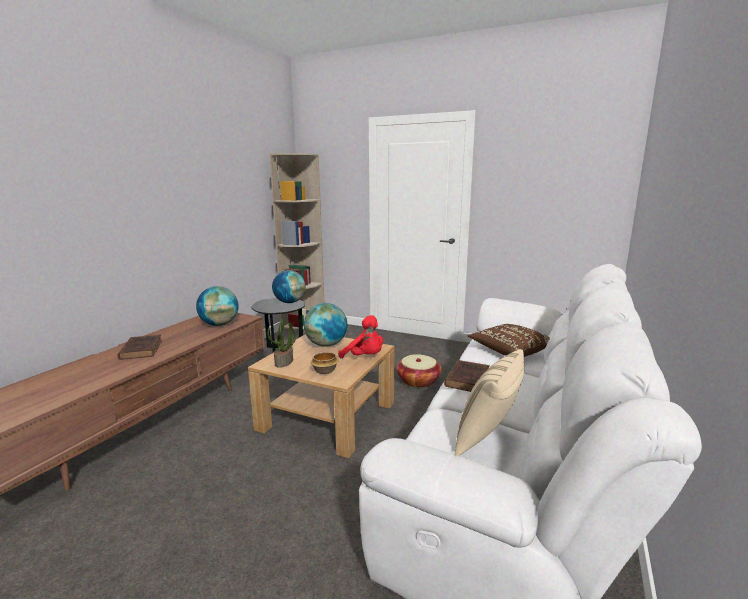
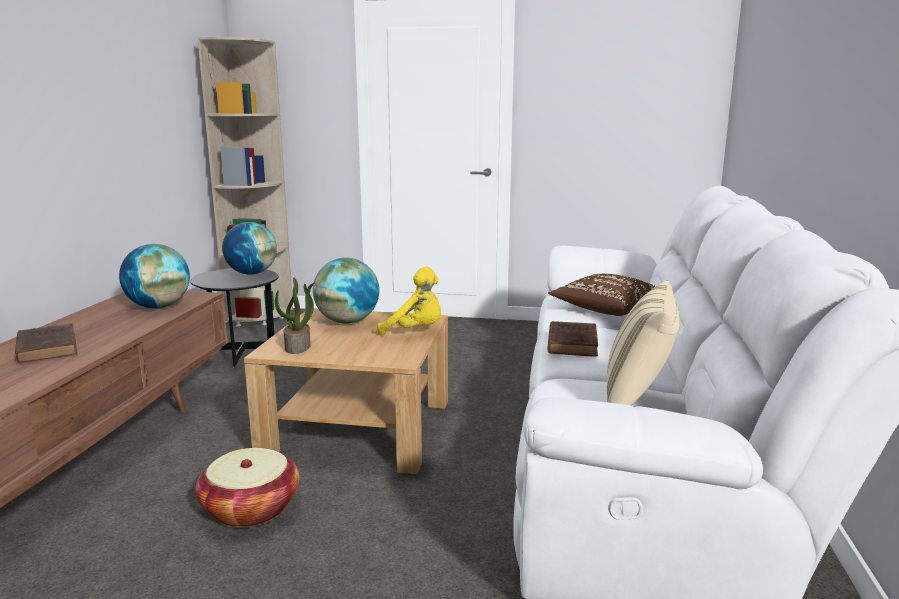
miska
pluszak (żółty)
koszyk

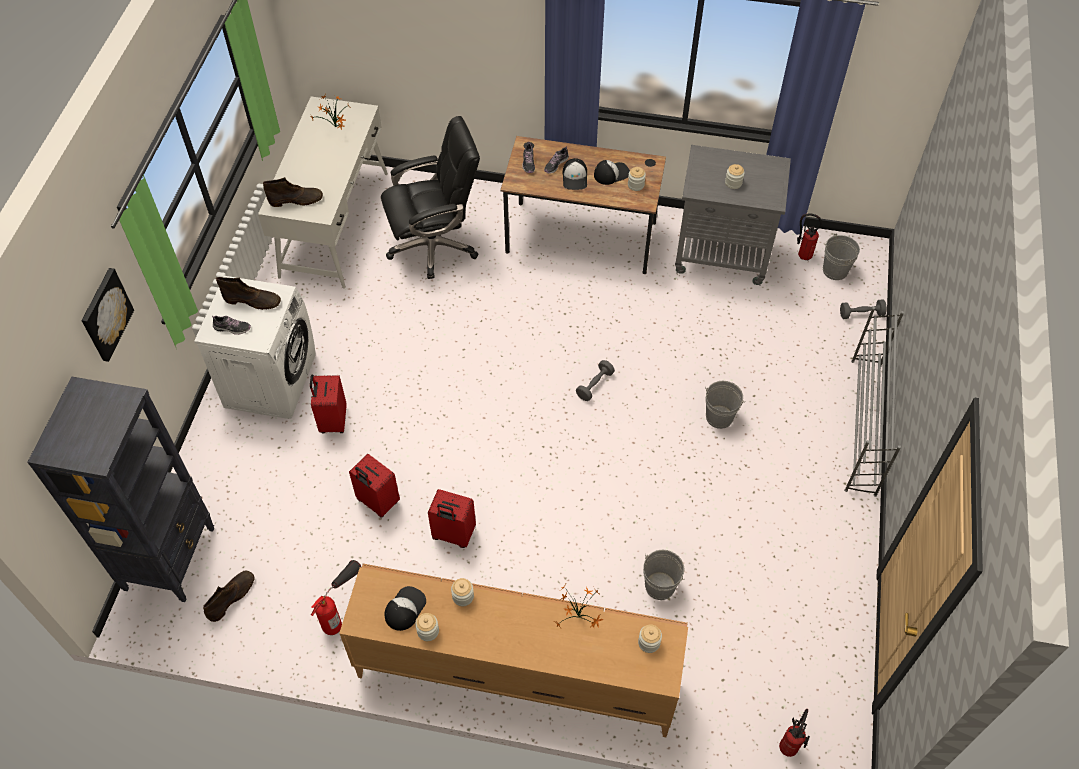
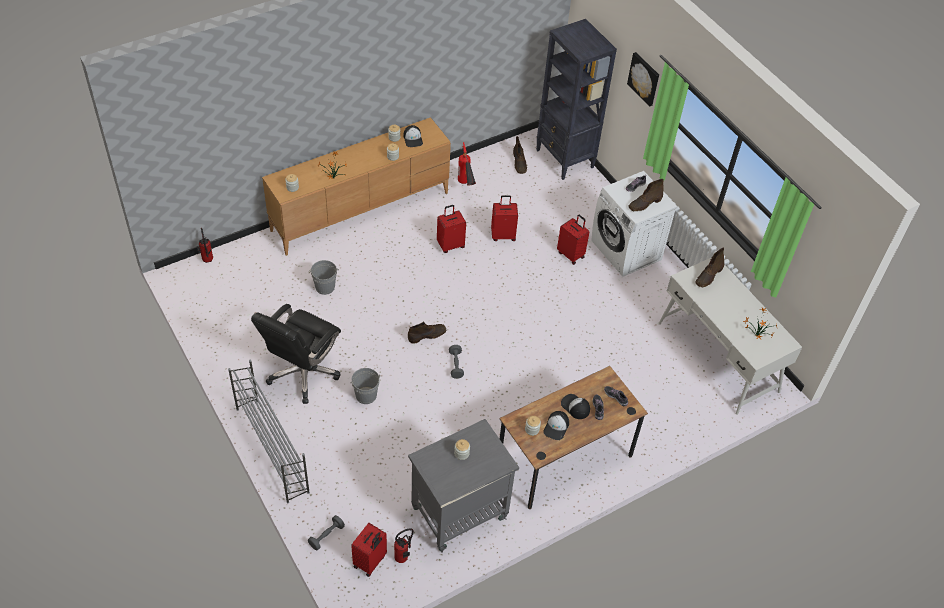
krzesło biurowe (czarny)
walizka (czerwony) (no. 1 from left)
but z cholewką (brązowy) (no. 1 from left)

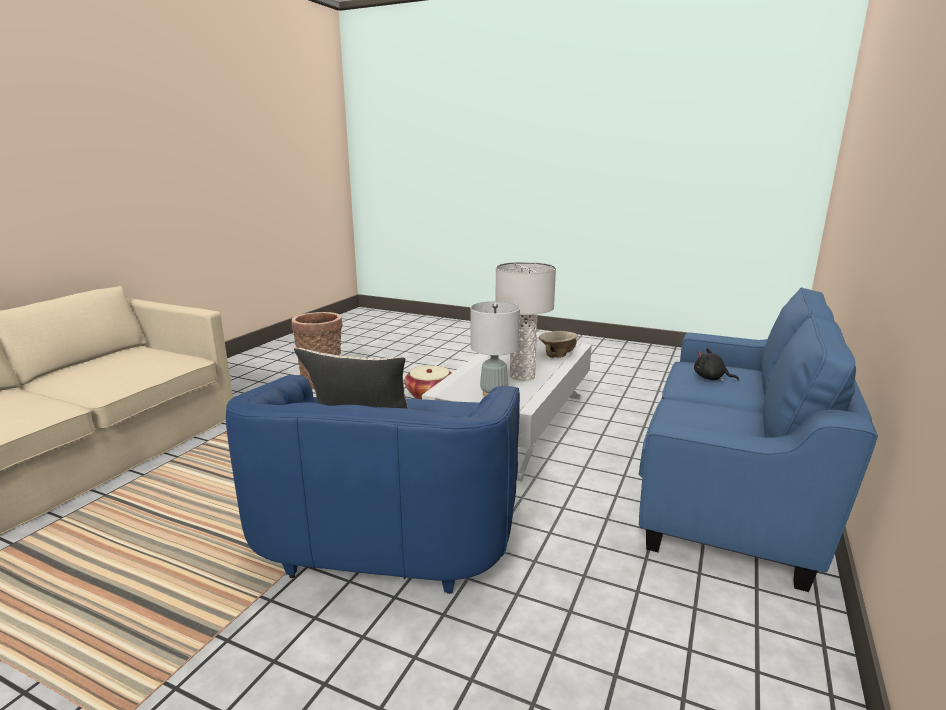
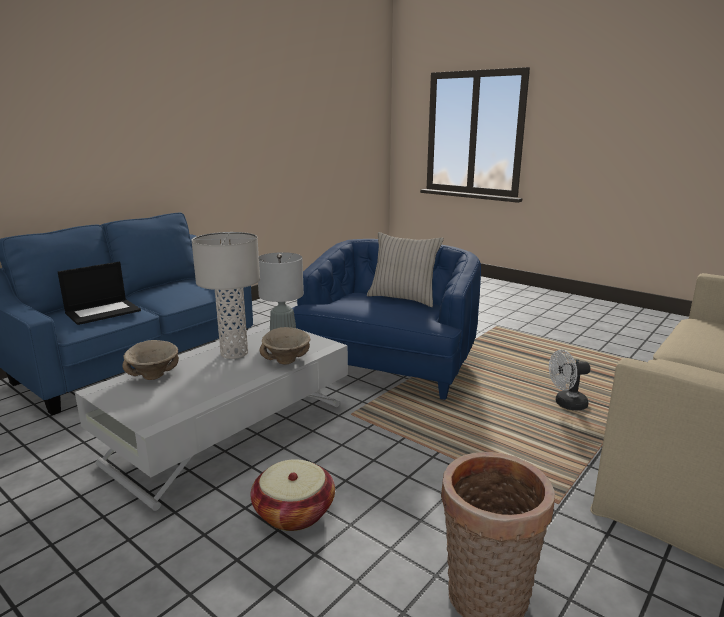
laptop
miska (beżowy) (no. 2 from left)
wentylator (biały)

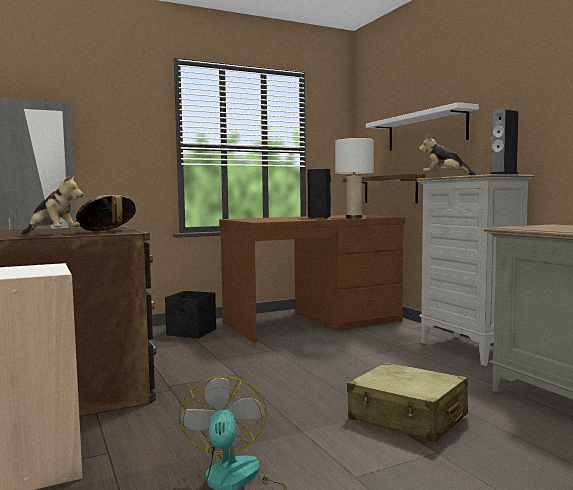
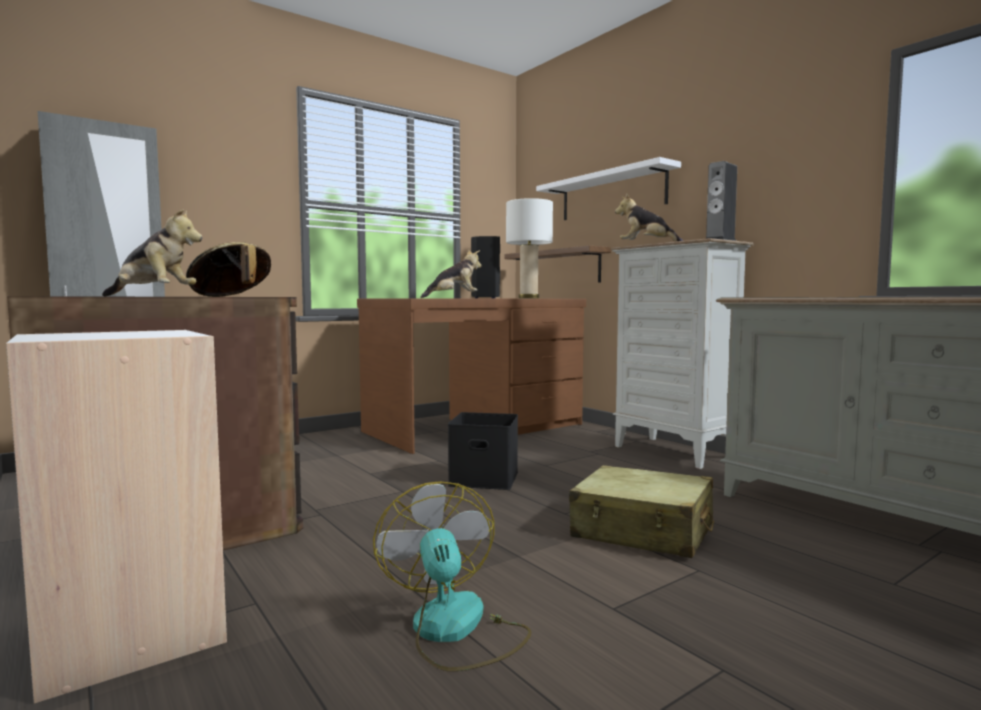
pojemnik do przechowywania (czarny)
pluszak (no. 2 from left)

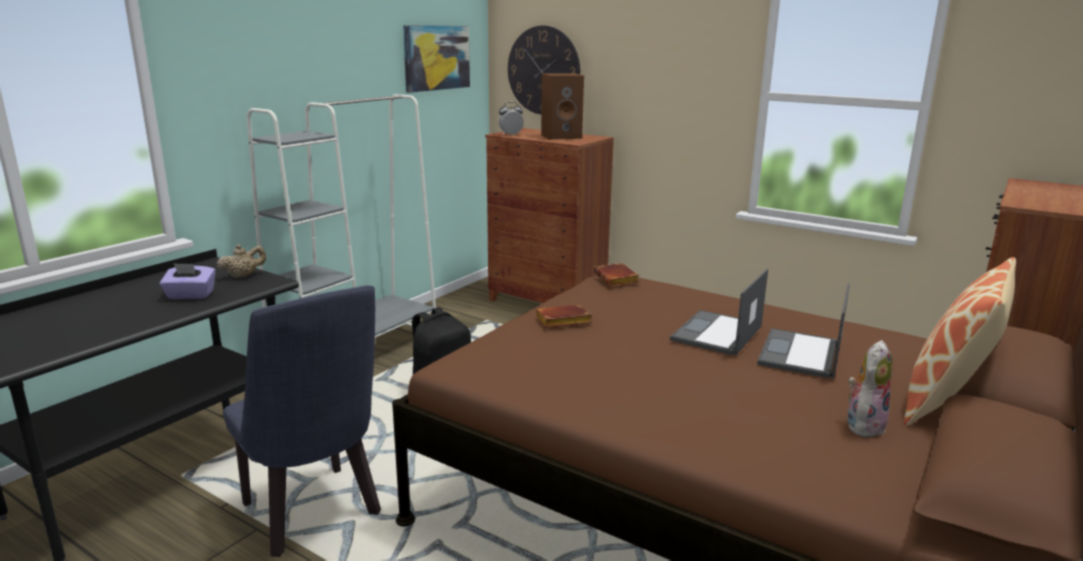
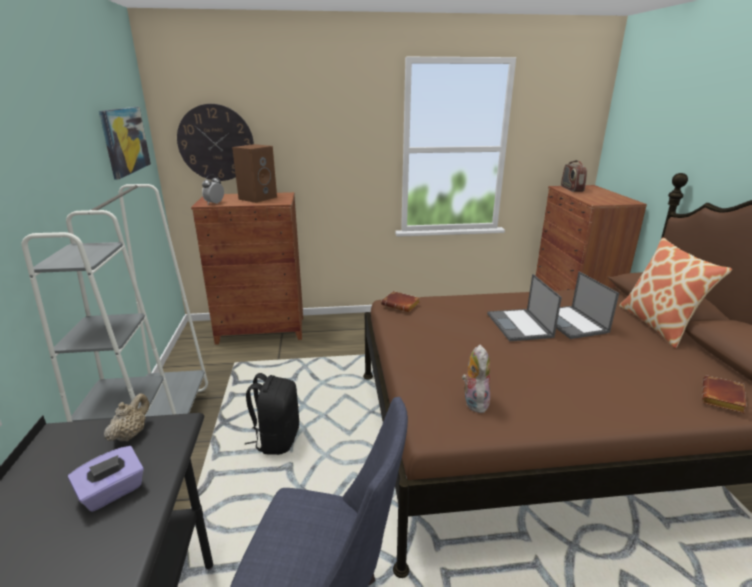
książka (brązowy) (no. 2 from left)
pluszak
radio

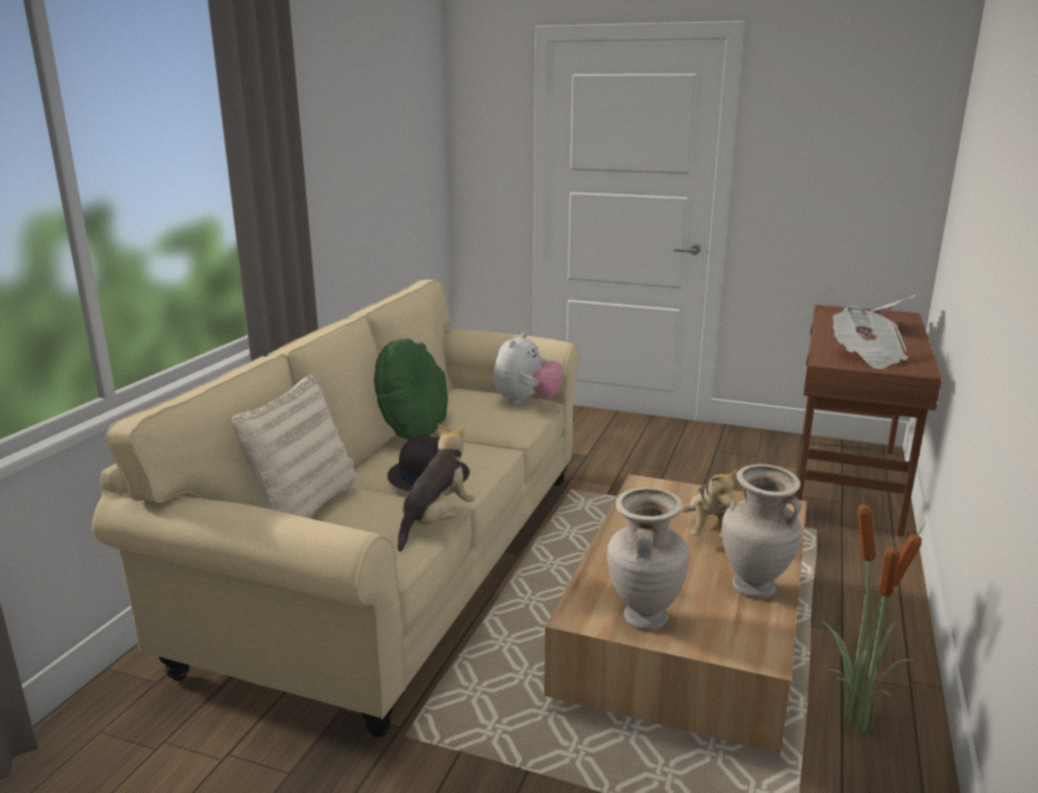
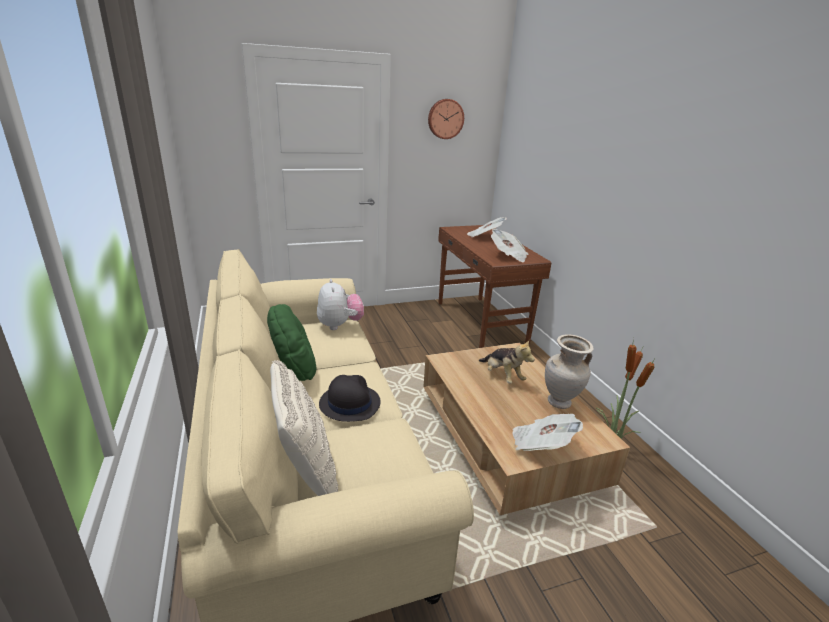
pluszak (no. 1 from left in the first image)
gazeta (no. 3 from left)
zegar ścienny

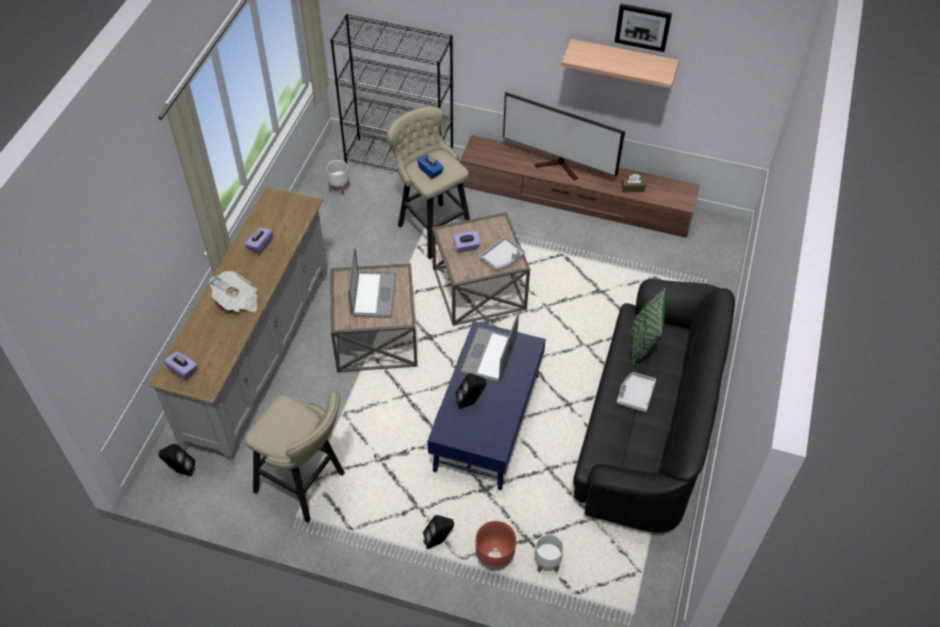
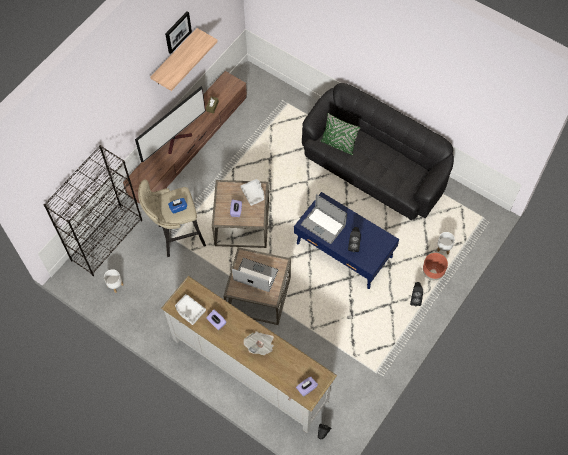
stołek (beżowy) (no. 1 from left in the first image)
taca (szary) (no. 1 from left)

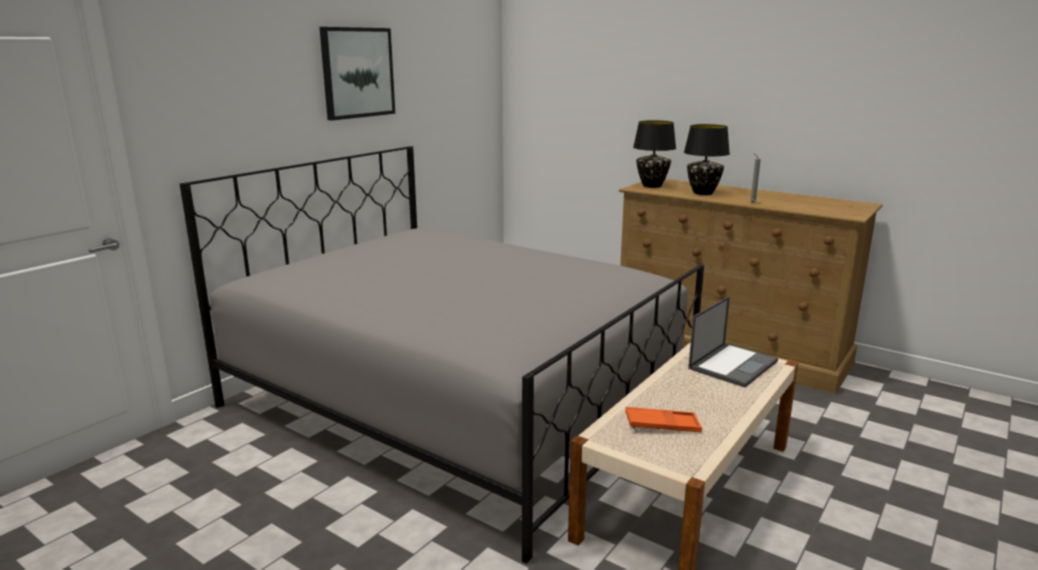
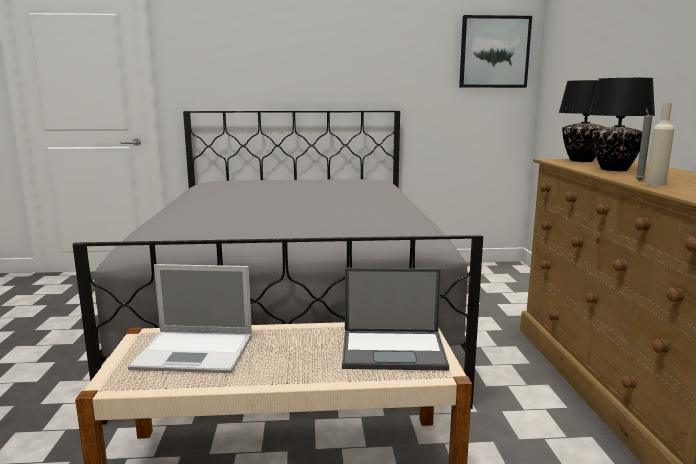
obraz
laptop (no. 1 from left)
butelka (beżowy)

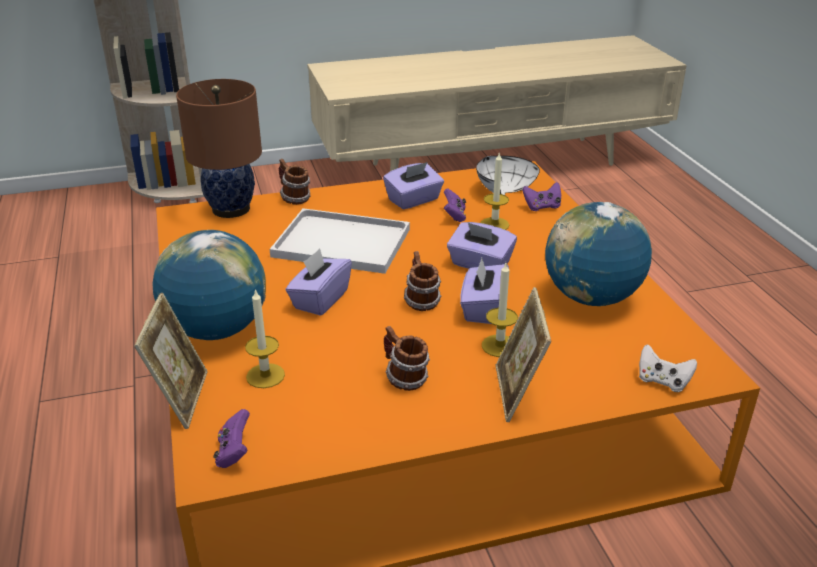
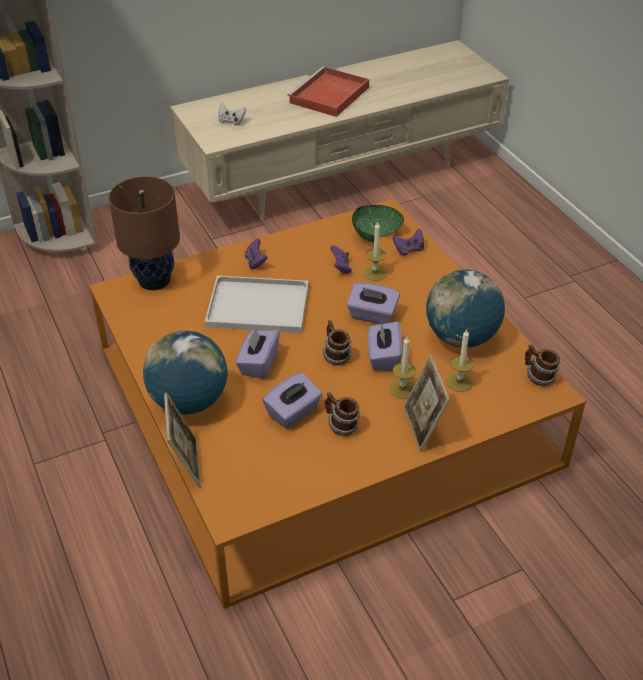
pad do gier (fioletowy) (no. 1 from left)
świeca (no. 3 from left)
kubek (no. 3 from left)
pudełko chusteczek (fioletowy) (no. 2 from left)
miska (zielony)
pad do gier (biały)
taca (czerwony)

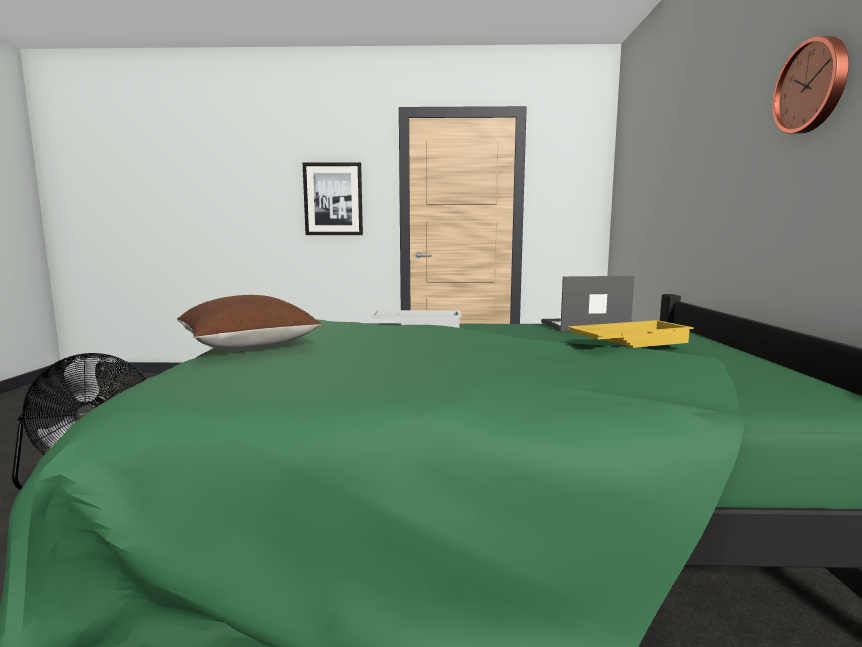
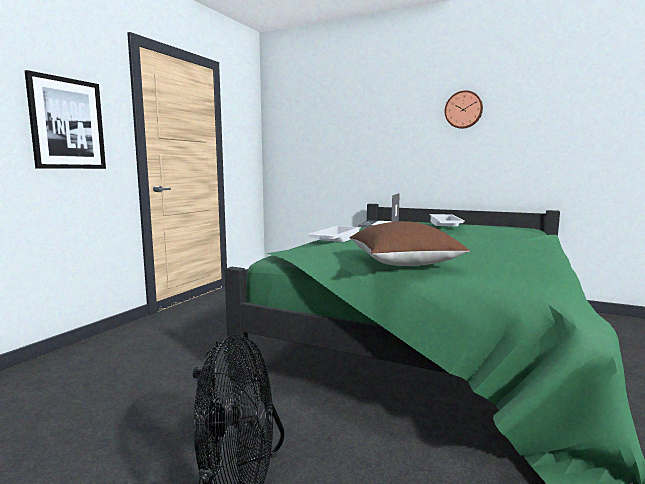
taca (biały) (no. 2 from left)

